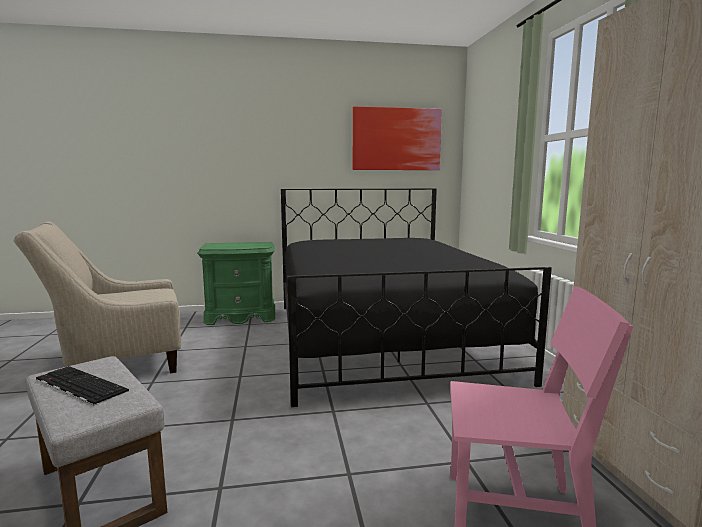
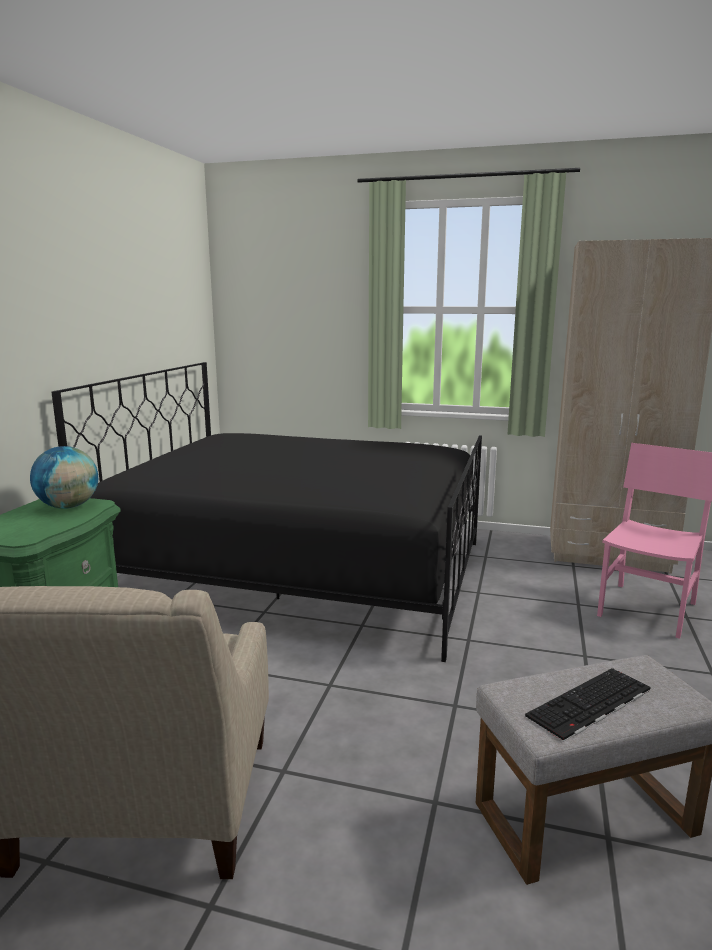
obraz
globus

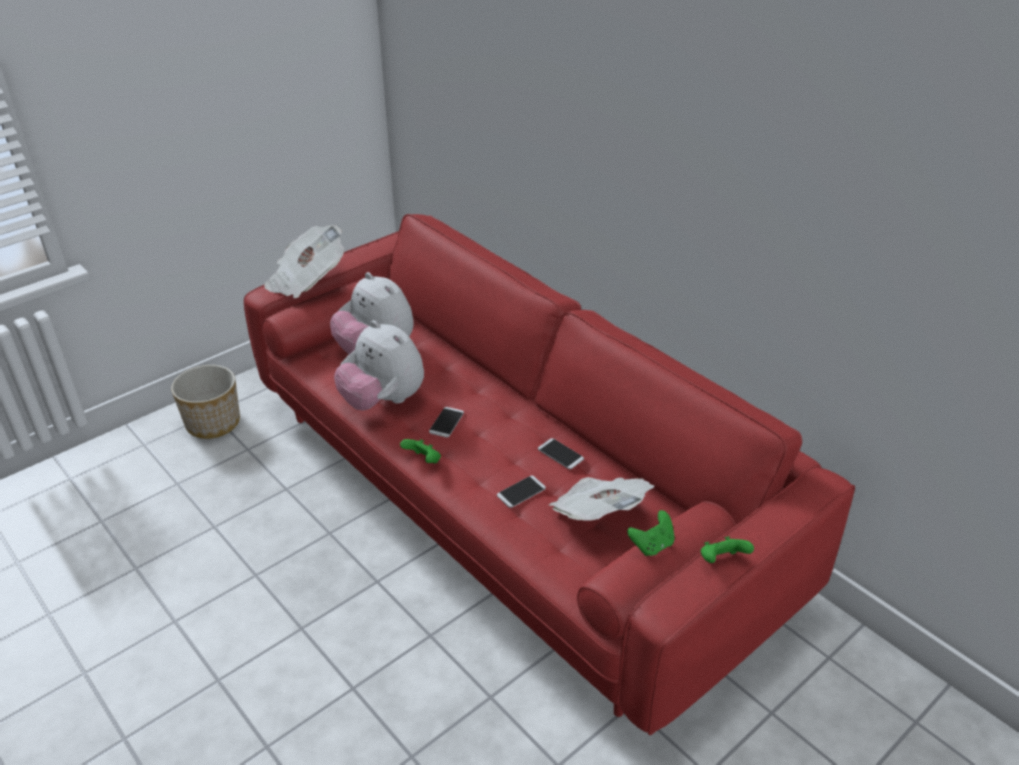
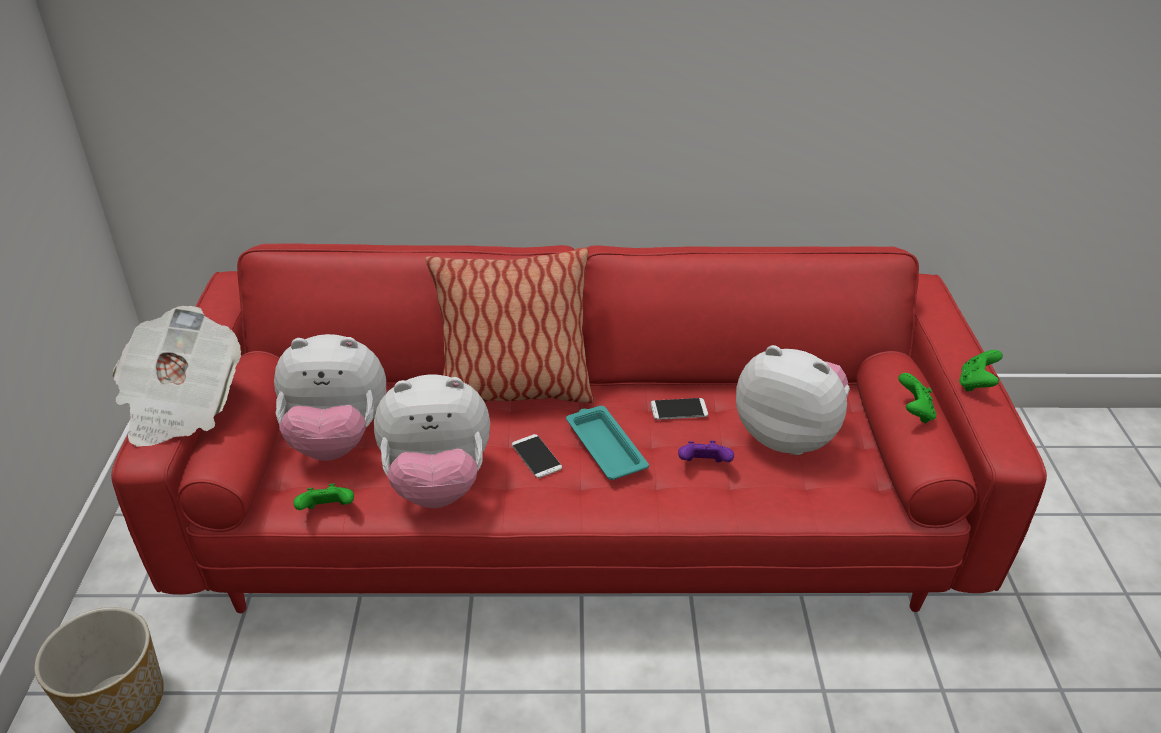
pad do gier (zielony) (no. 1 from left)
pad do gier (fioletowy)
pluszak (no. 3 from left)
poduszka
taca (turkusowy)

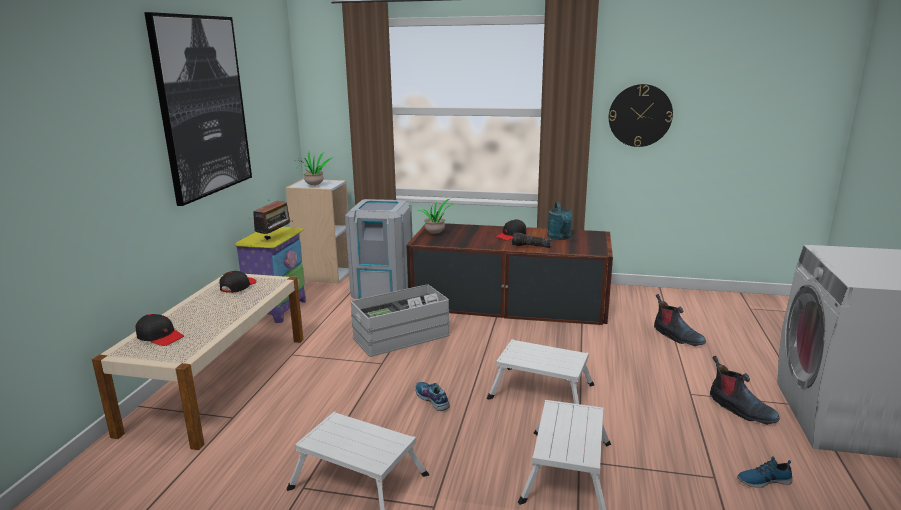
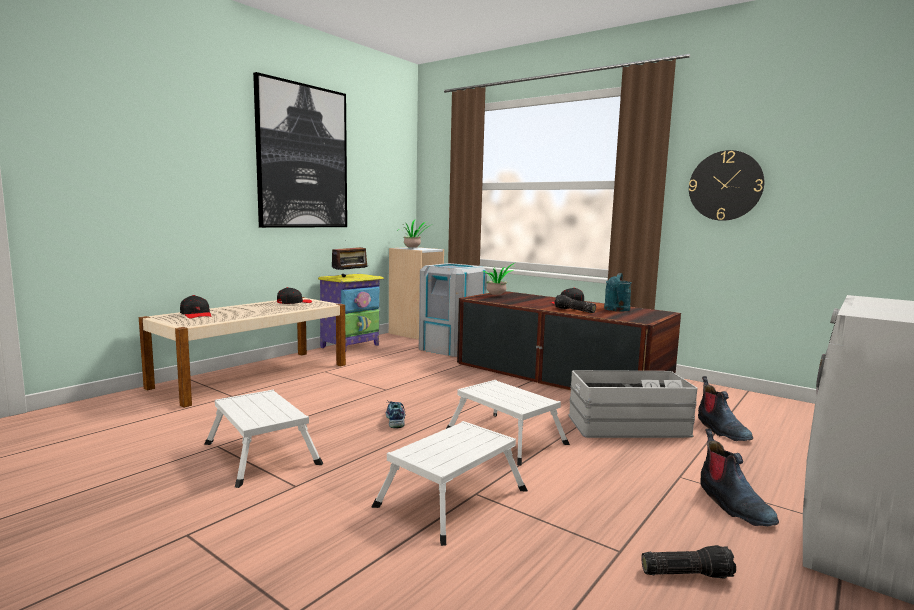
pojemnik do przechowywania (szary)
latarka (no. 2 from left)

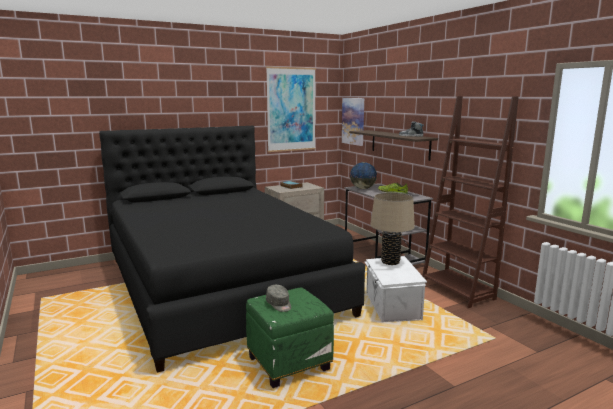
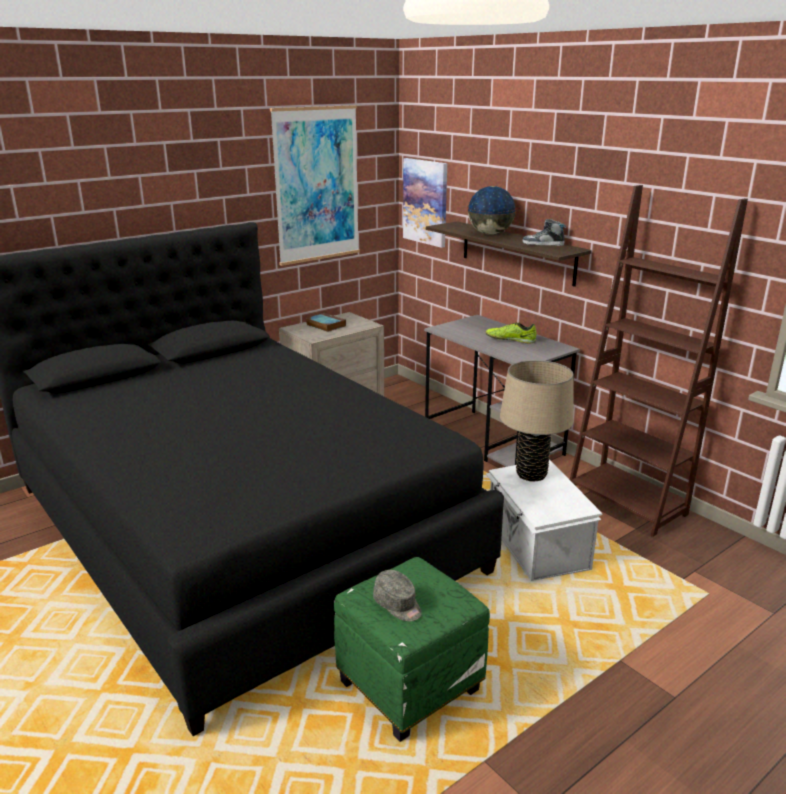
globus

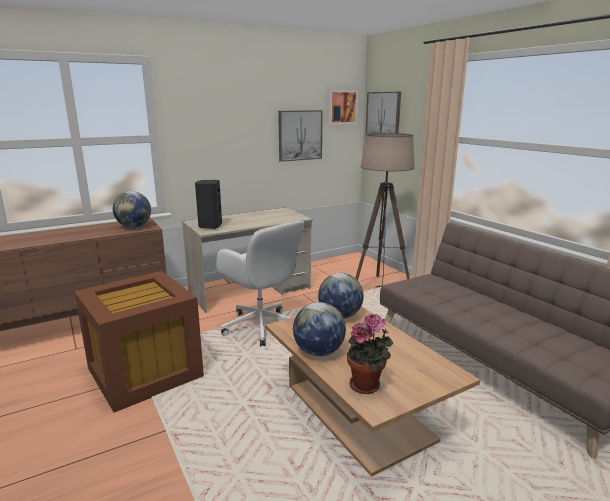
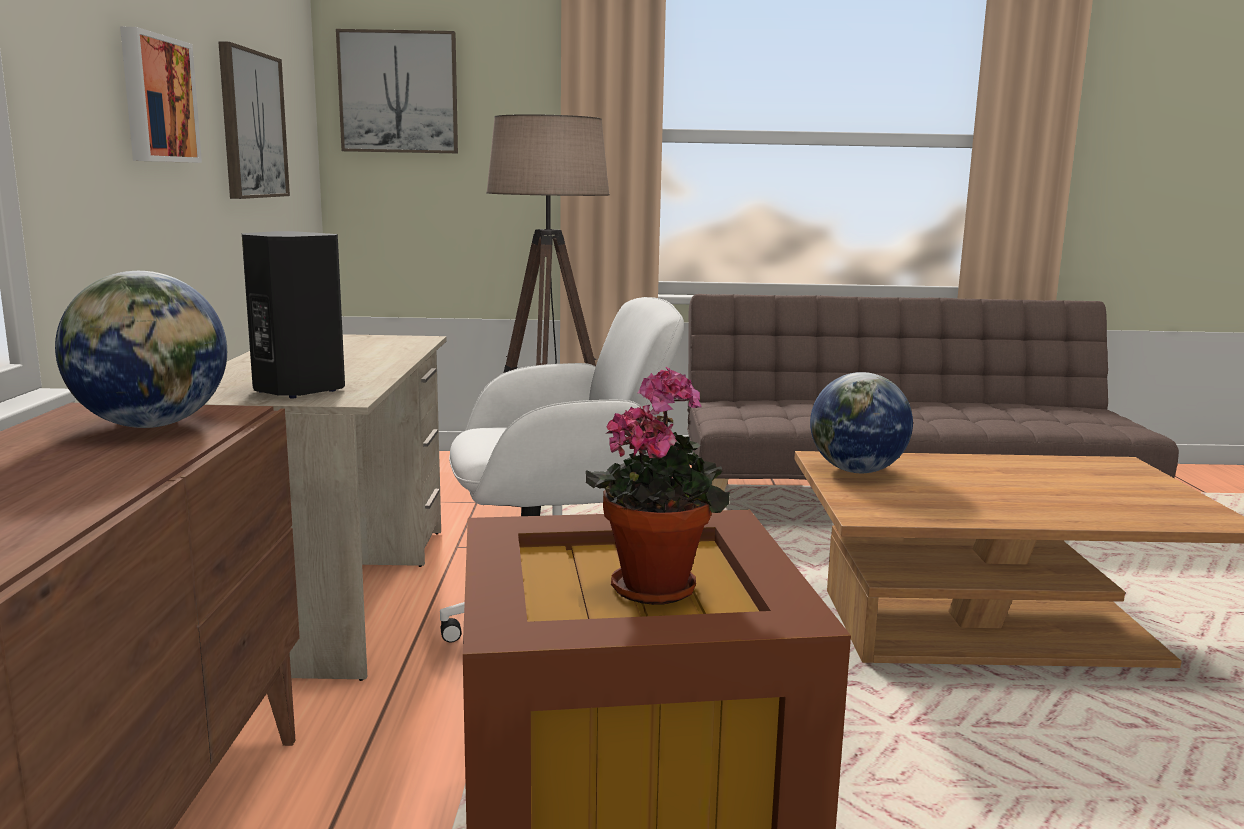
globus (no. 2 from left in the first image)
obraz (no. 1 from left)
roślina doniczkowa

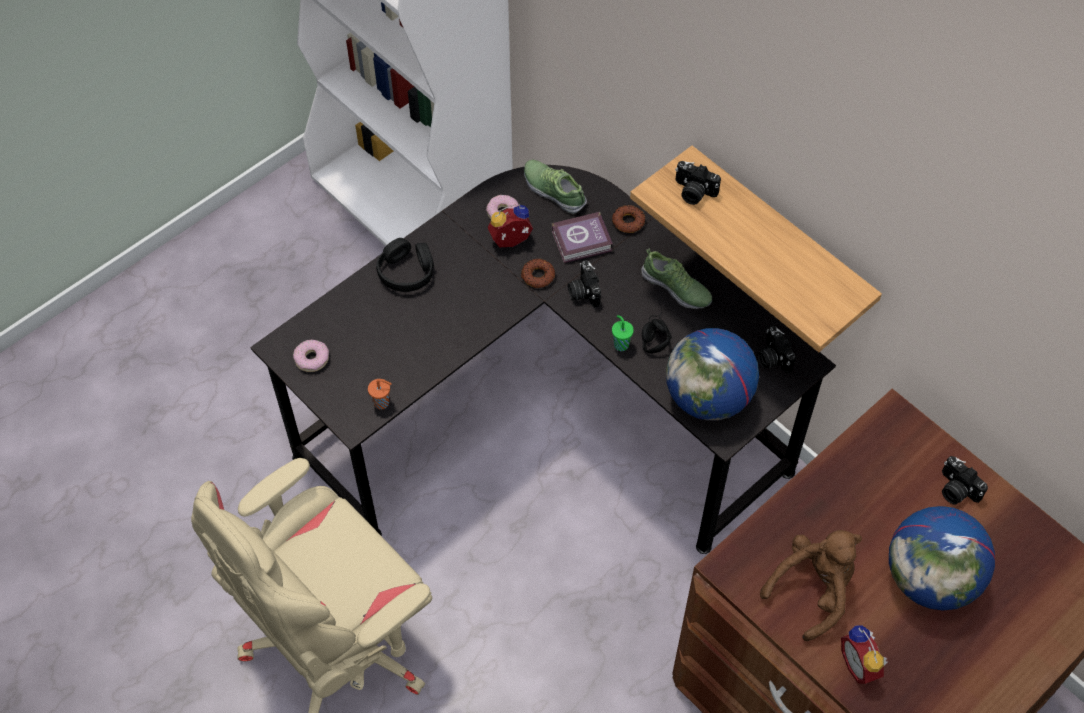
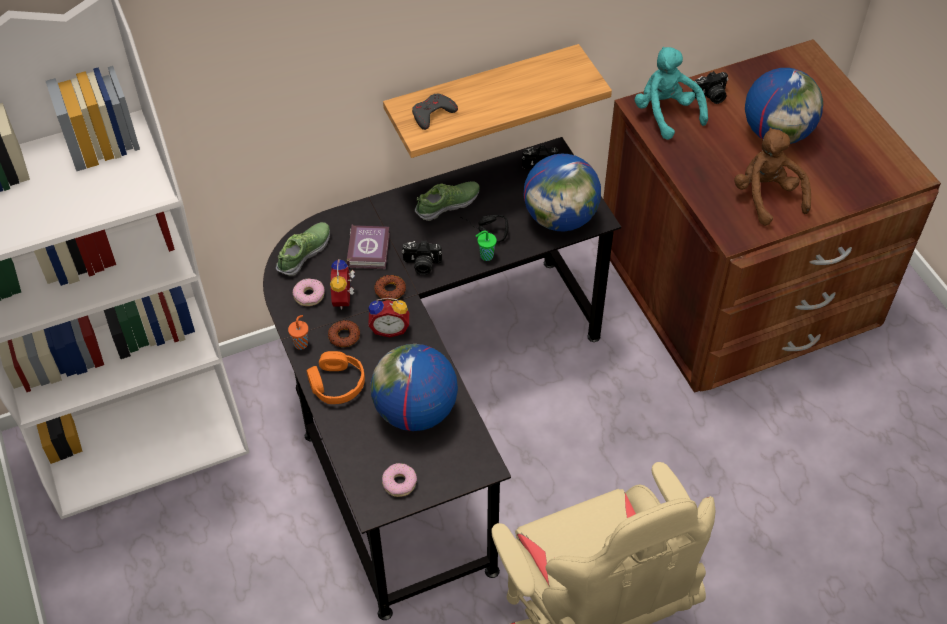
filiżanka (pomarańczowy)
słuchawki (pomarańczowy)
but (no. 1 from left)
donut (no. 2 from left)
pad do gier (szary)
budzik (no. 2 from left)
globus (no. 1 from left)
pluszak (turkusowy)

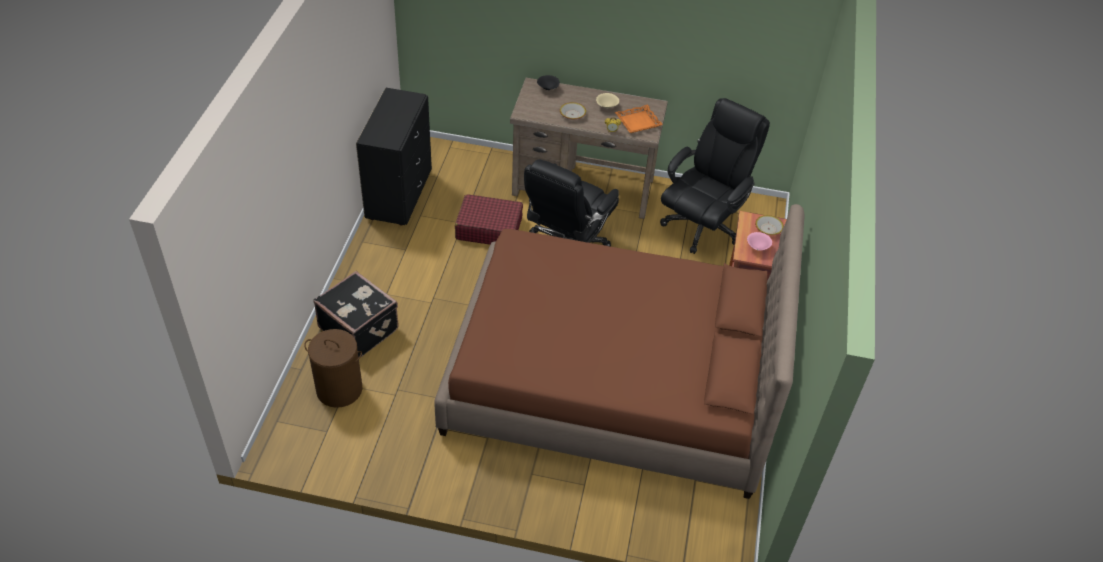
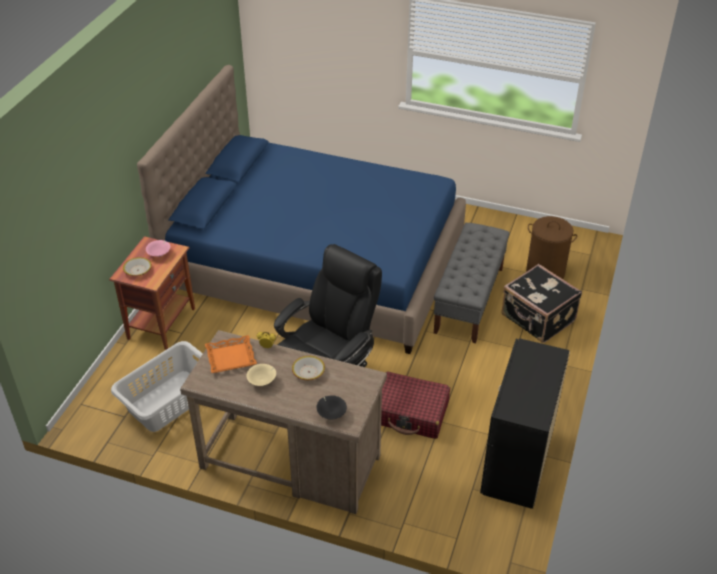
łóżko (niebieski)
kosz na pranie (szary)
ławka (szary)

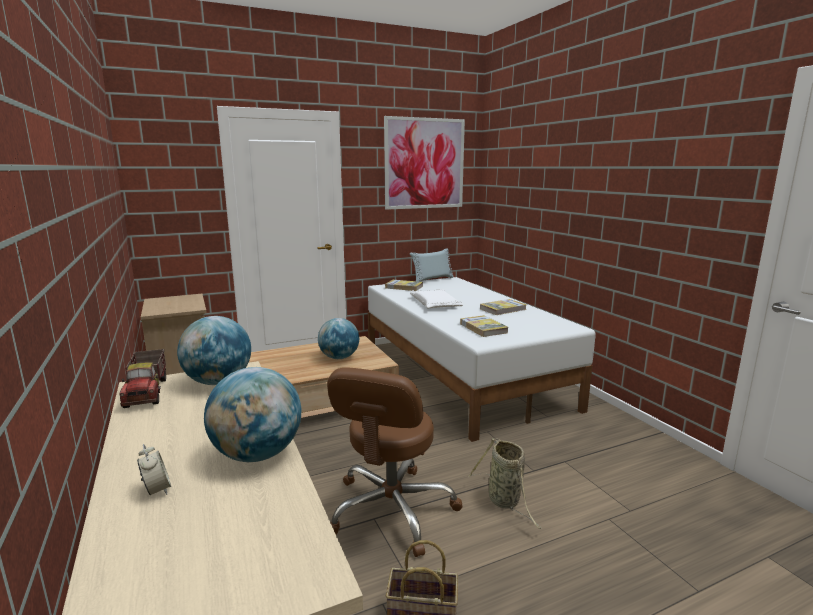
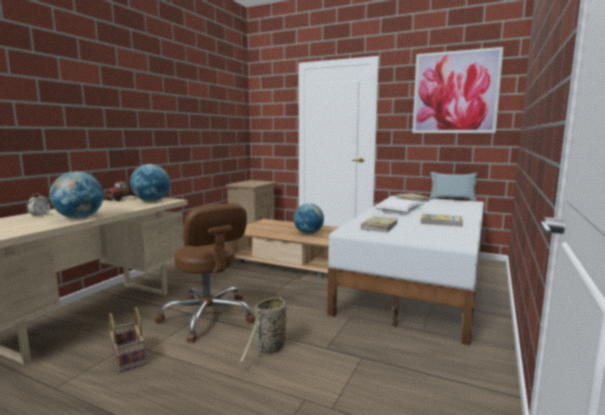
krzesło biurowe (brązowy)

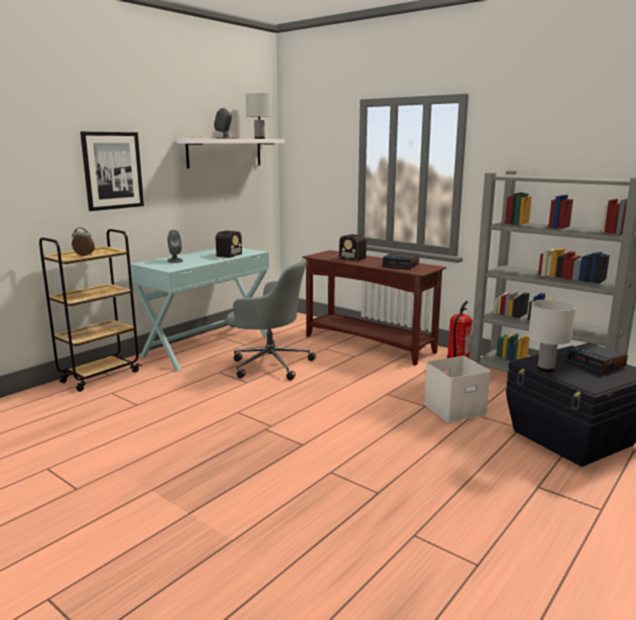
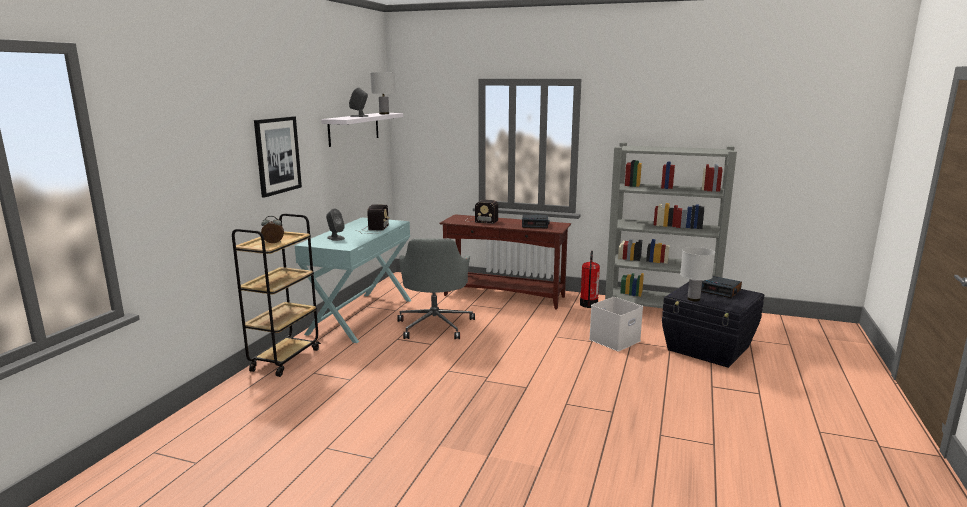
krzesło biurowe (szary)

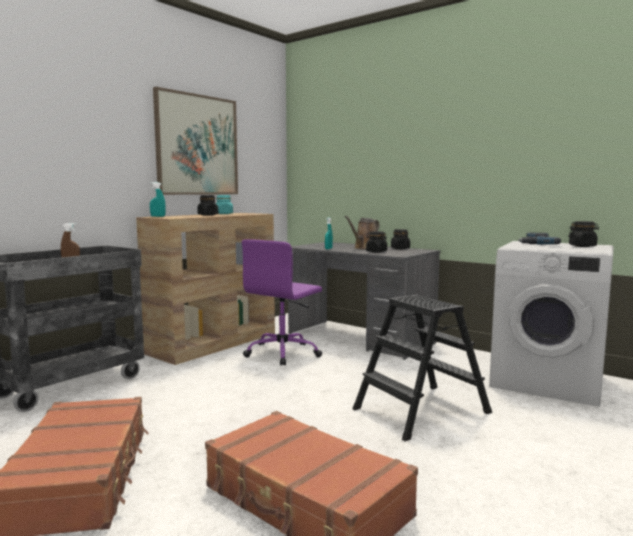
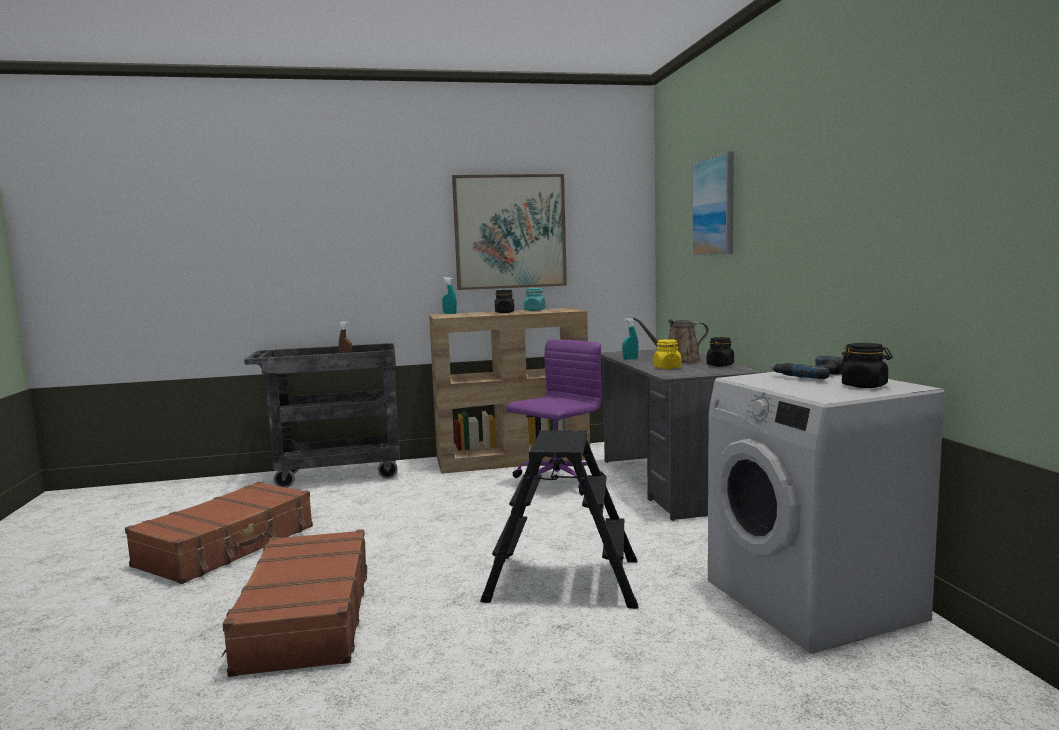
krzesło biurowe (fioletowy)
słoik (żółty)
obraz (no. 2 from left)

